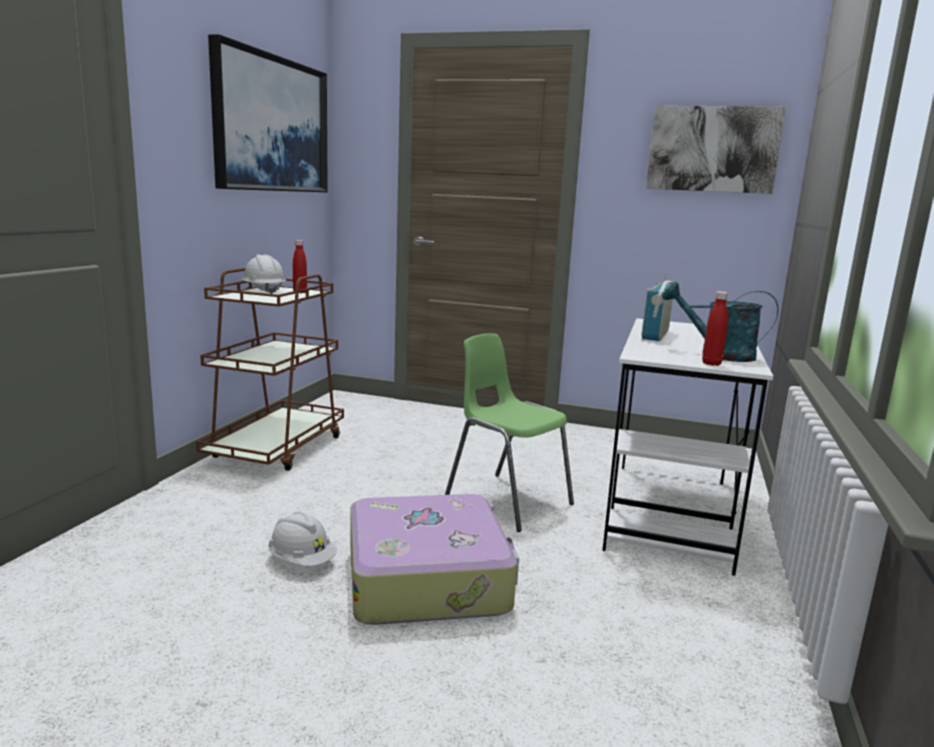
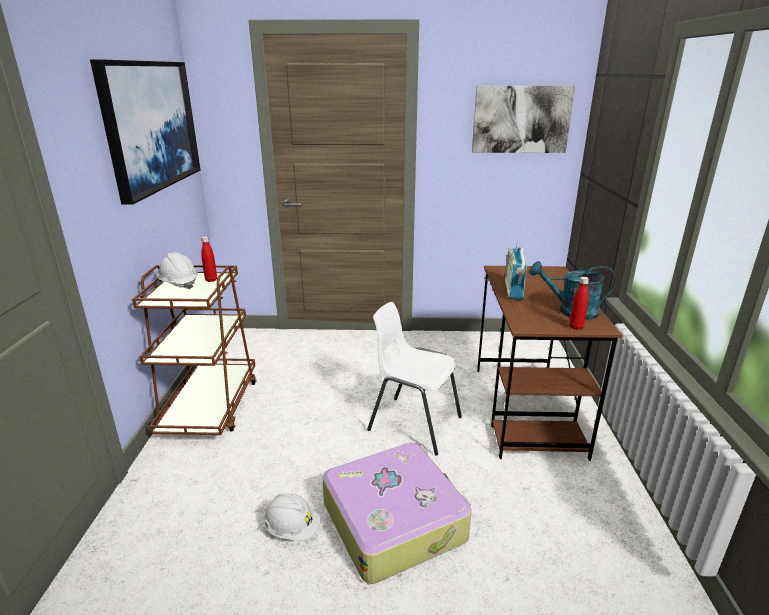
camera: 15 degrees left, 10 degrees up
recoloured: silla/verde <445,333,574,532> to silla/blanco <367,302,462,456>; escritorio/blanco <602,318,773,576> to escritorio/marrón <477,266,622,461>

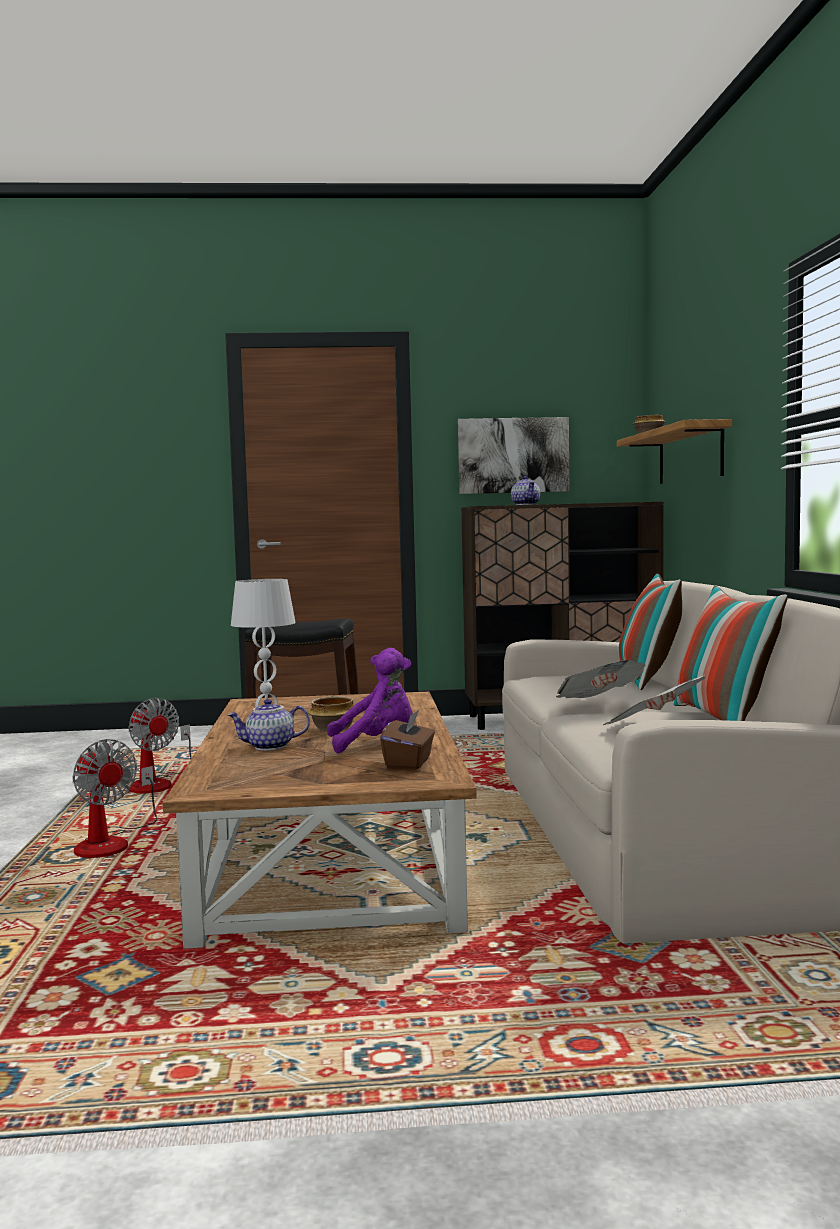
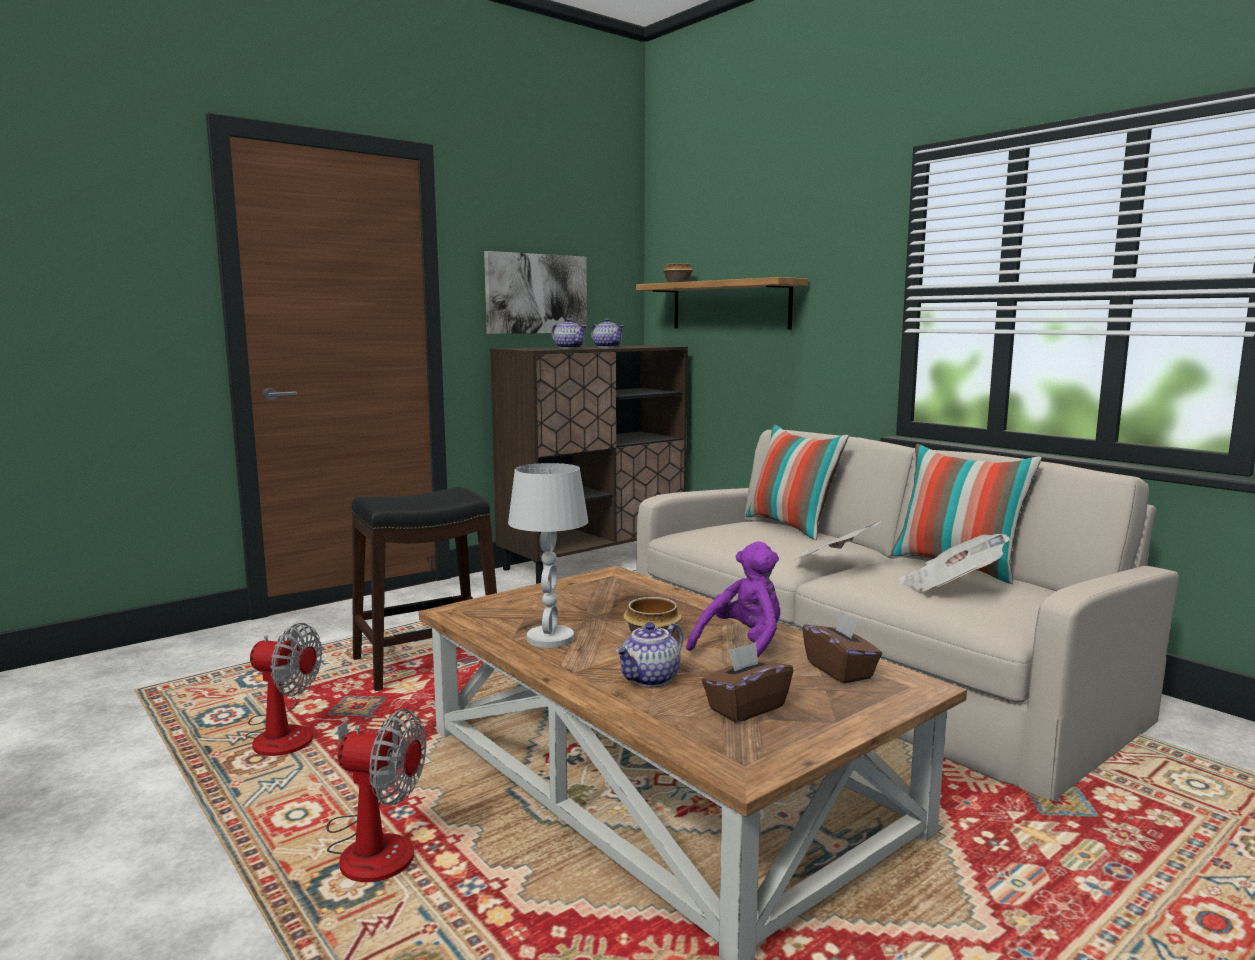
camera: 35 degrees left, 5 degrees up
added: tetera <591,319,624,348>; caja de pañuelos/marrón <701,642,794,723>

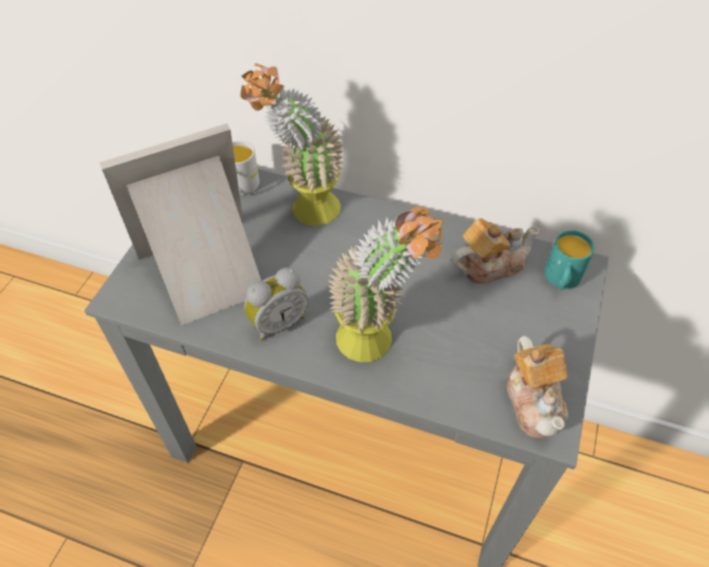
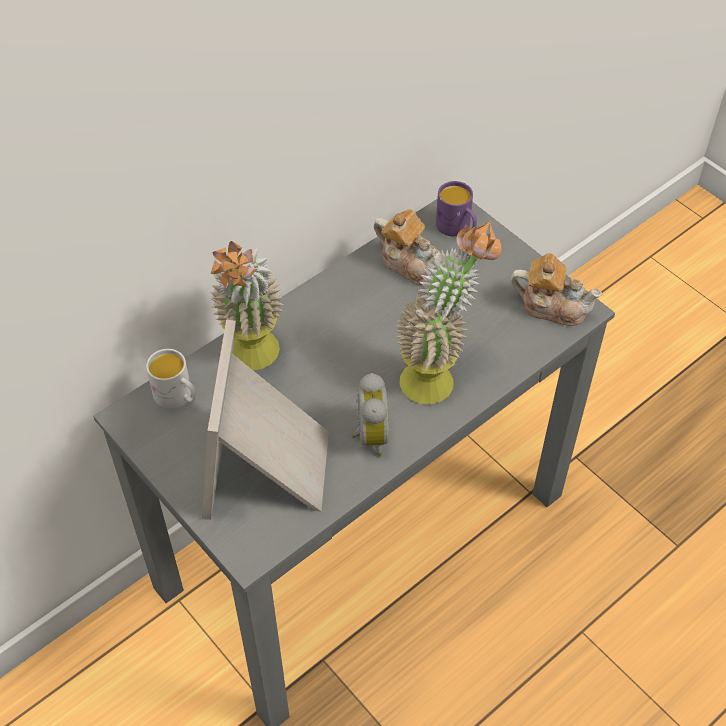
camera: 60 degrees left, 0 degrees up
recoloured: taza grande/turquesa <544,230,595,290> to taza grande/morado <436,181,477,236>
turned: tetera <452,218,540,284> = <374,209,441,285> 120 degrees clockwise

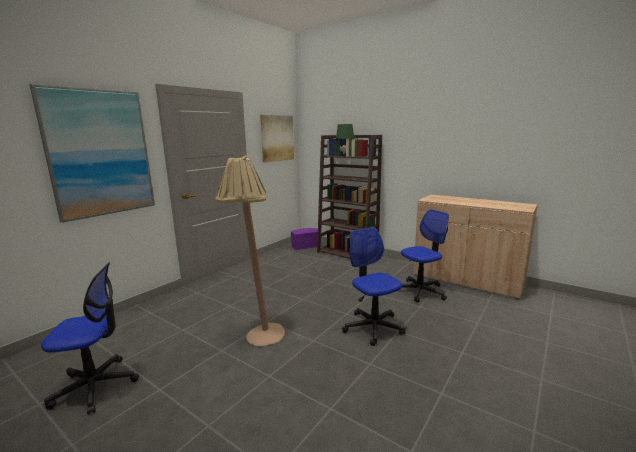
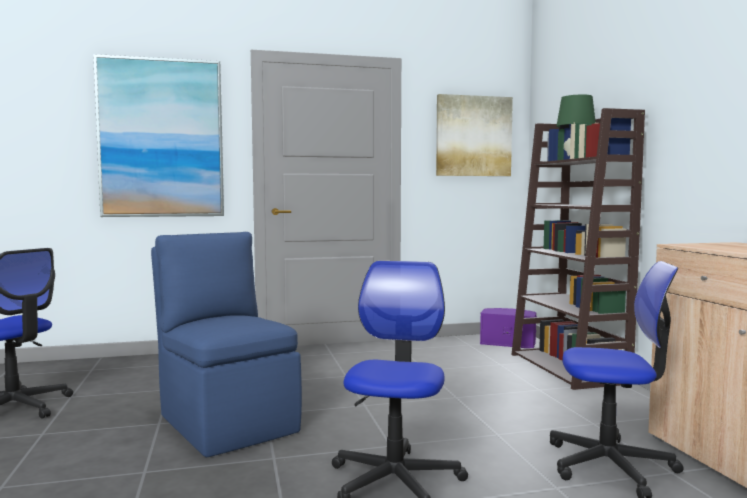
camera: 40 degrees right, 10 degrees down
replaced: lámpara de pie/beis <215,155,285,346> to silla/azul <151,232,302,457>

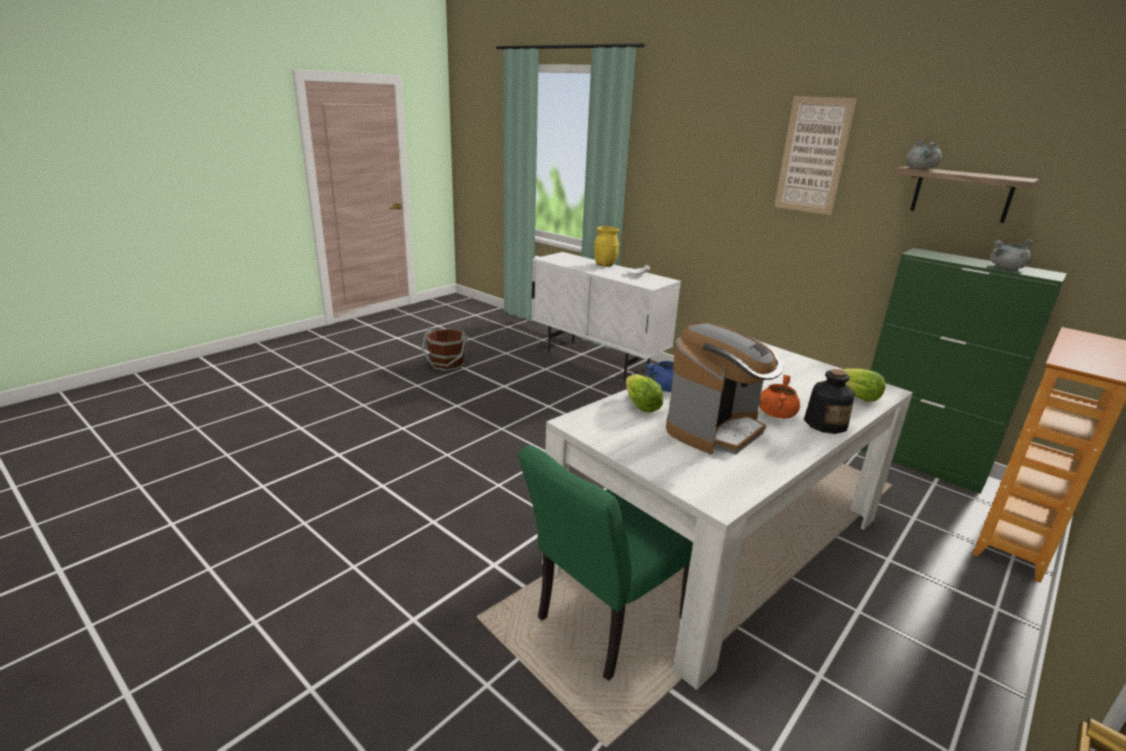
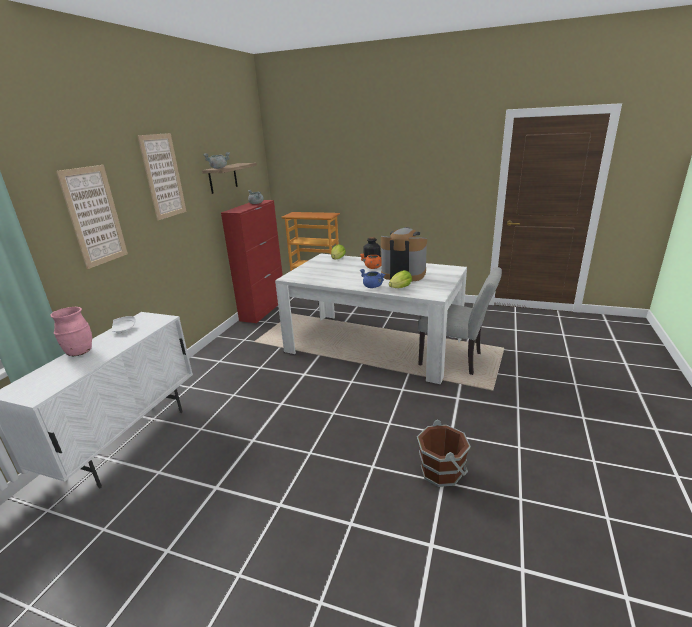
camera: 110 degrees left, 0 degrees up
added: cuadro <56,165,128,269>
moved: cubo/marrón <421,327,467,371> to <417,420,471,487>
recoloured: florero/amarillo <594,226,619,267> to florero/rosa <51,307,92,356>; armario/verde <861,248,1067,494> to armario/rojo <221,200,283,323>; silla/verde <519,445,693,681> to silla/gris <418,267,502,375>

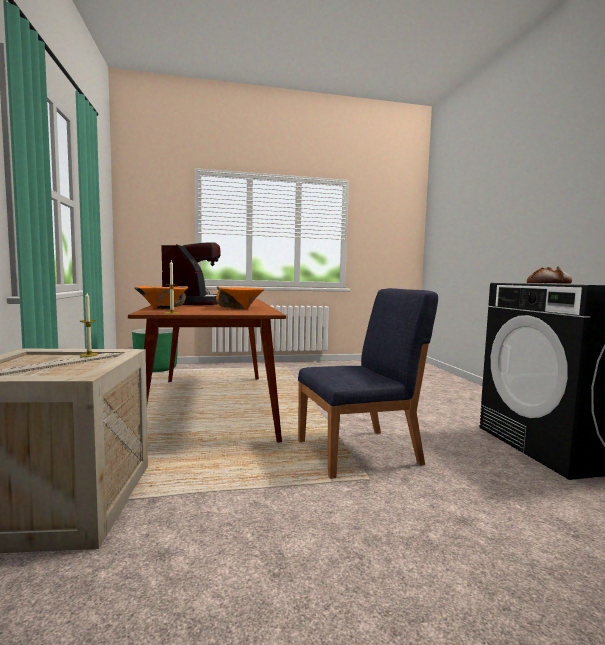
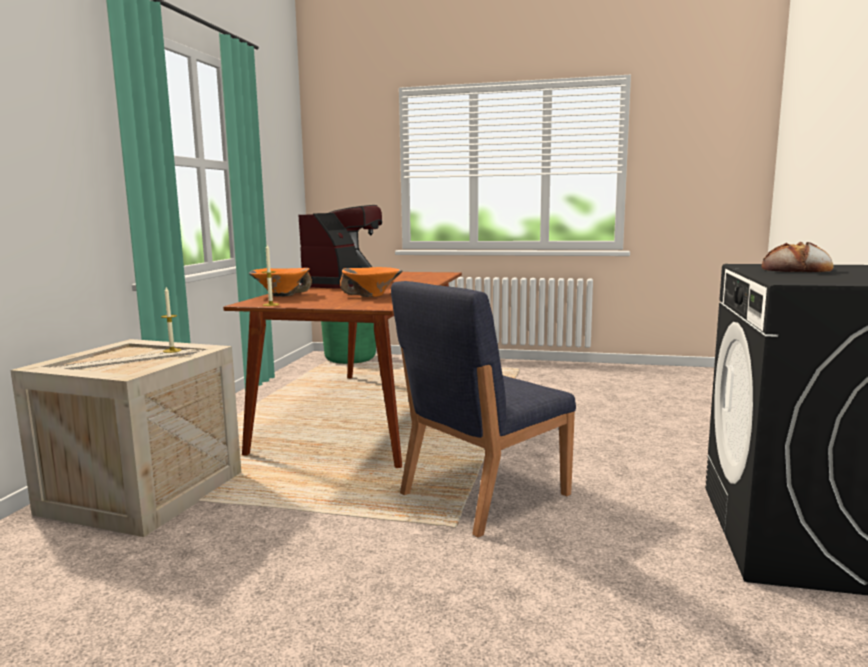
camera: 25 degrees right, 5 degrees up
turned: silla/azul <298,288,438,479> = <391,281,576,538> 135 degrees clockwise

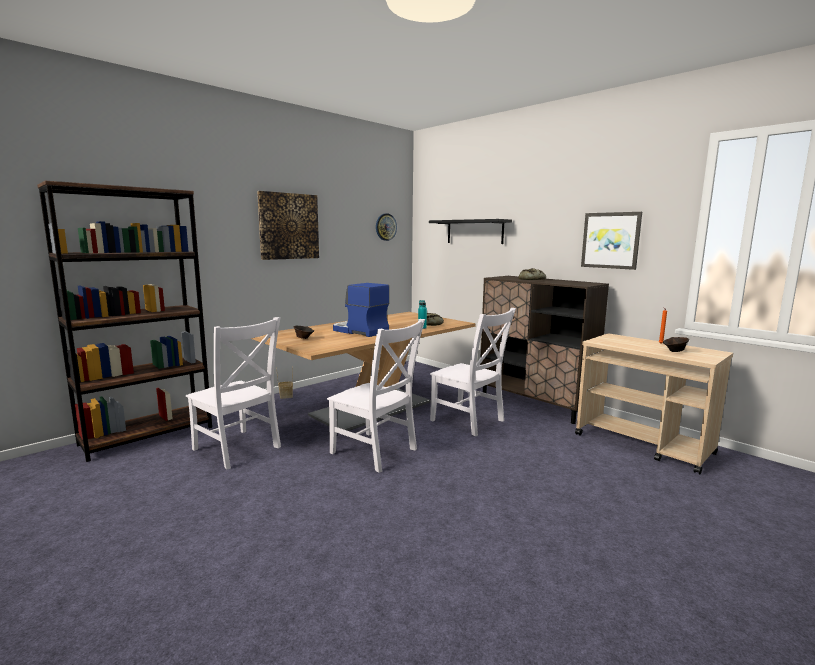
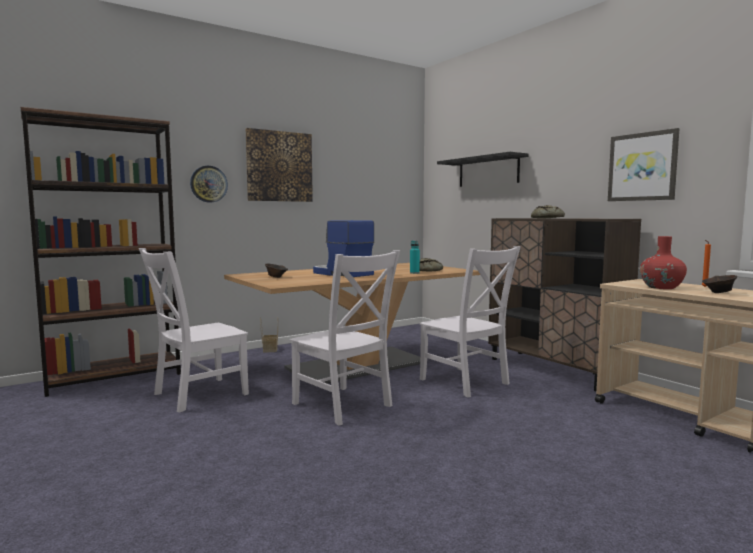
camera: 10 degrees right, 5 degrees down
added: florero/rojo <640,236,687,289>
moved: reloj de pared <376,214,397,241> to <190,166,228,203>
turned: silla/blanco <186,317,281,470> = <139,248,249,413> 90 degrees clockwise

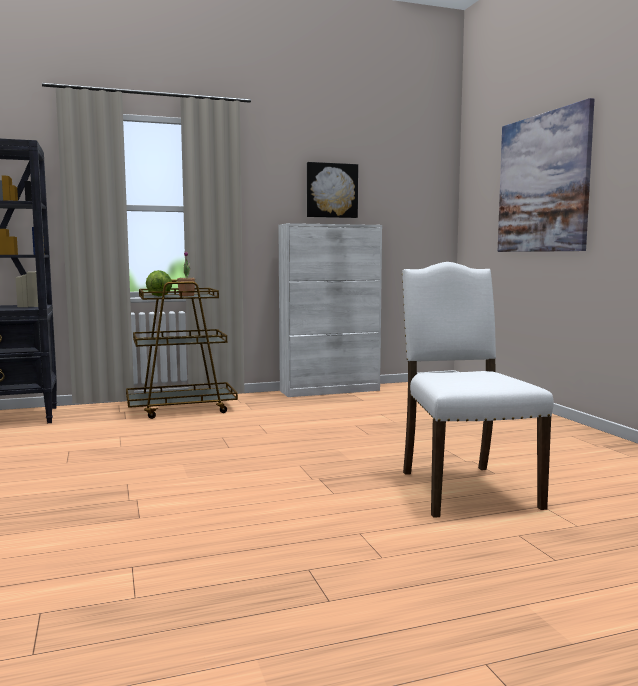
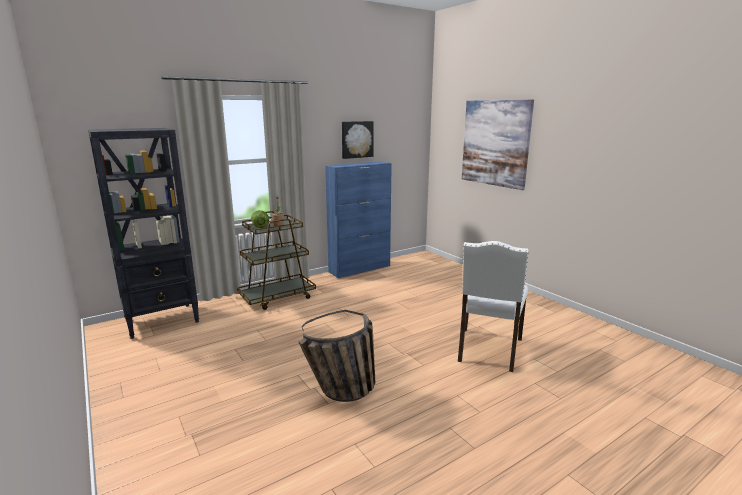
camera: 15 degrees left, 10 degrees up
added: cesta <298,310,375,402>
recoloured: armario/blanco <278,223,382,397> to armario/azul <325,161,392,278>
turned: silla/blanco <402,262,554,518> = <458,241,528,372> 135 degrees counterclockwise

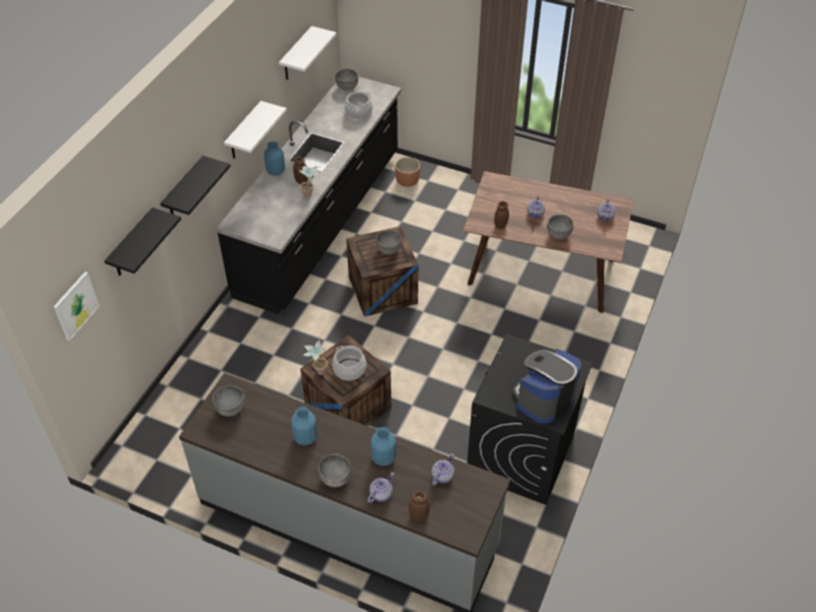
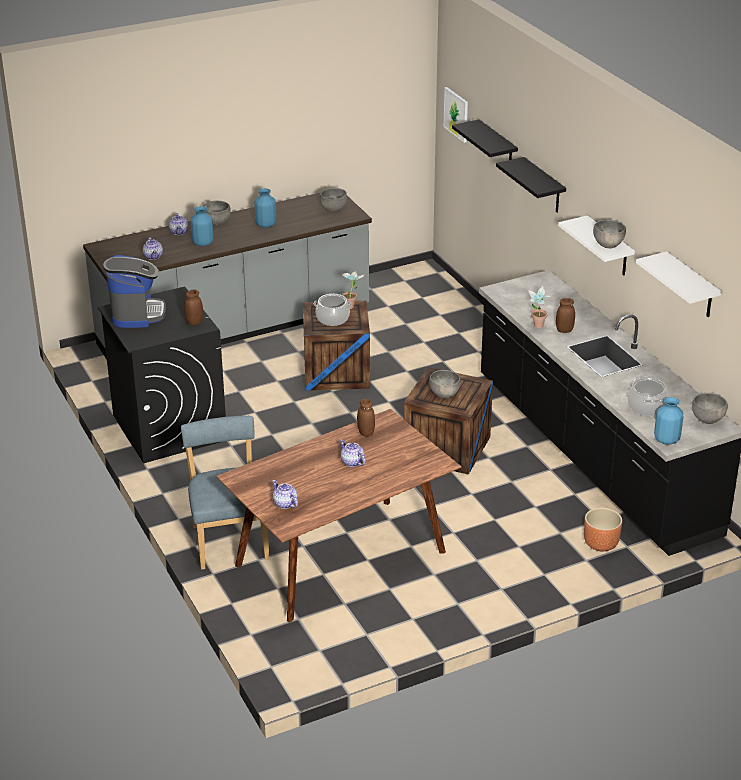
camera: 130 degrees right, 15 degrees down
added: silla/azul <181,416,269,570>
moved: tarro/marrón <409,491,430,521> to <184,289,203,325>; cuenco/gris <547,214,574,240> to <593,220,626,248>; florero/azul <264,141,285,176> to <654,397,683,445>

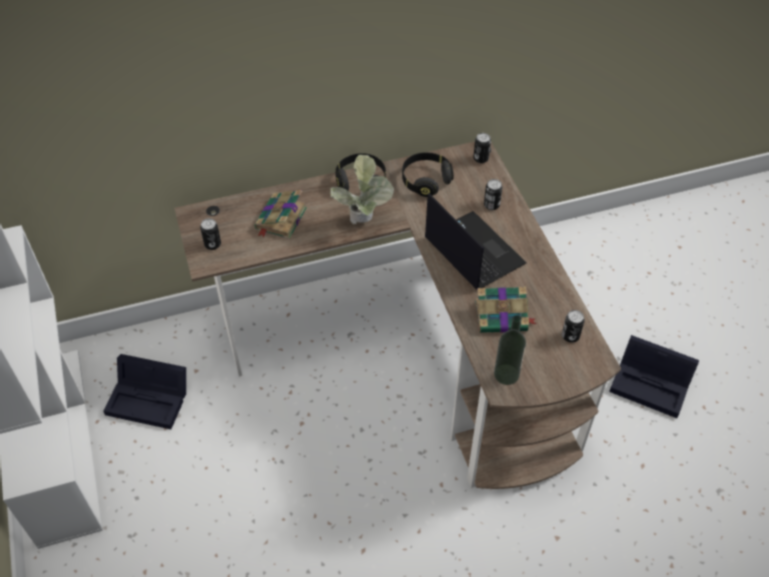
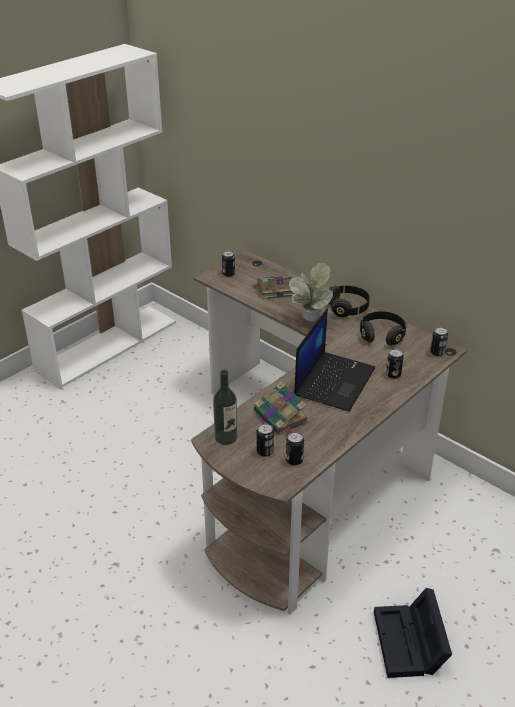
camera: 60 degrees right, 15 degrees down
removed: caja de almacenaje/negro <103,354,186,429>
added: lata <256,423,274,457>

